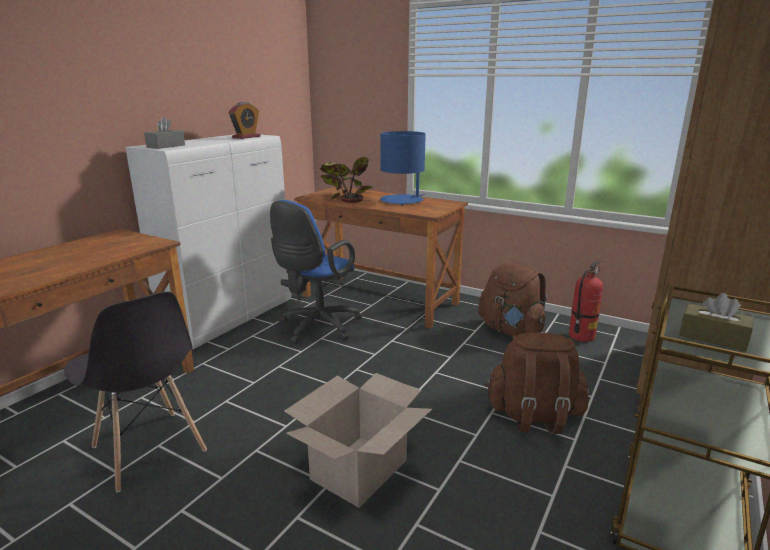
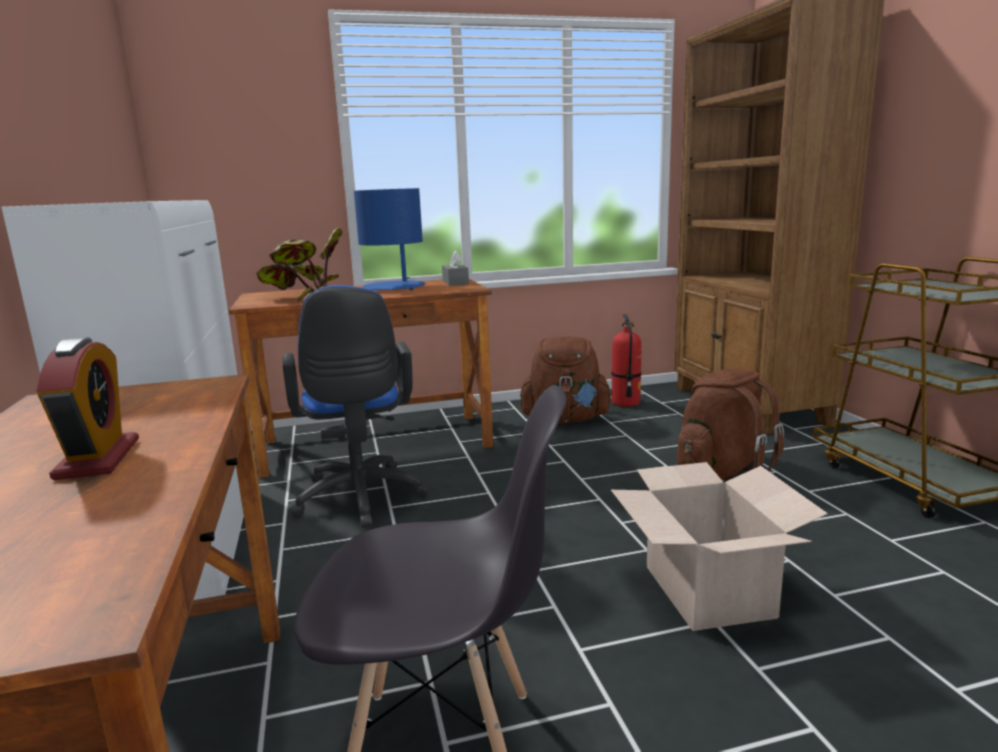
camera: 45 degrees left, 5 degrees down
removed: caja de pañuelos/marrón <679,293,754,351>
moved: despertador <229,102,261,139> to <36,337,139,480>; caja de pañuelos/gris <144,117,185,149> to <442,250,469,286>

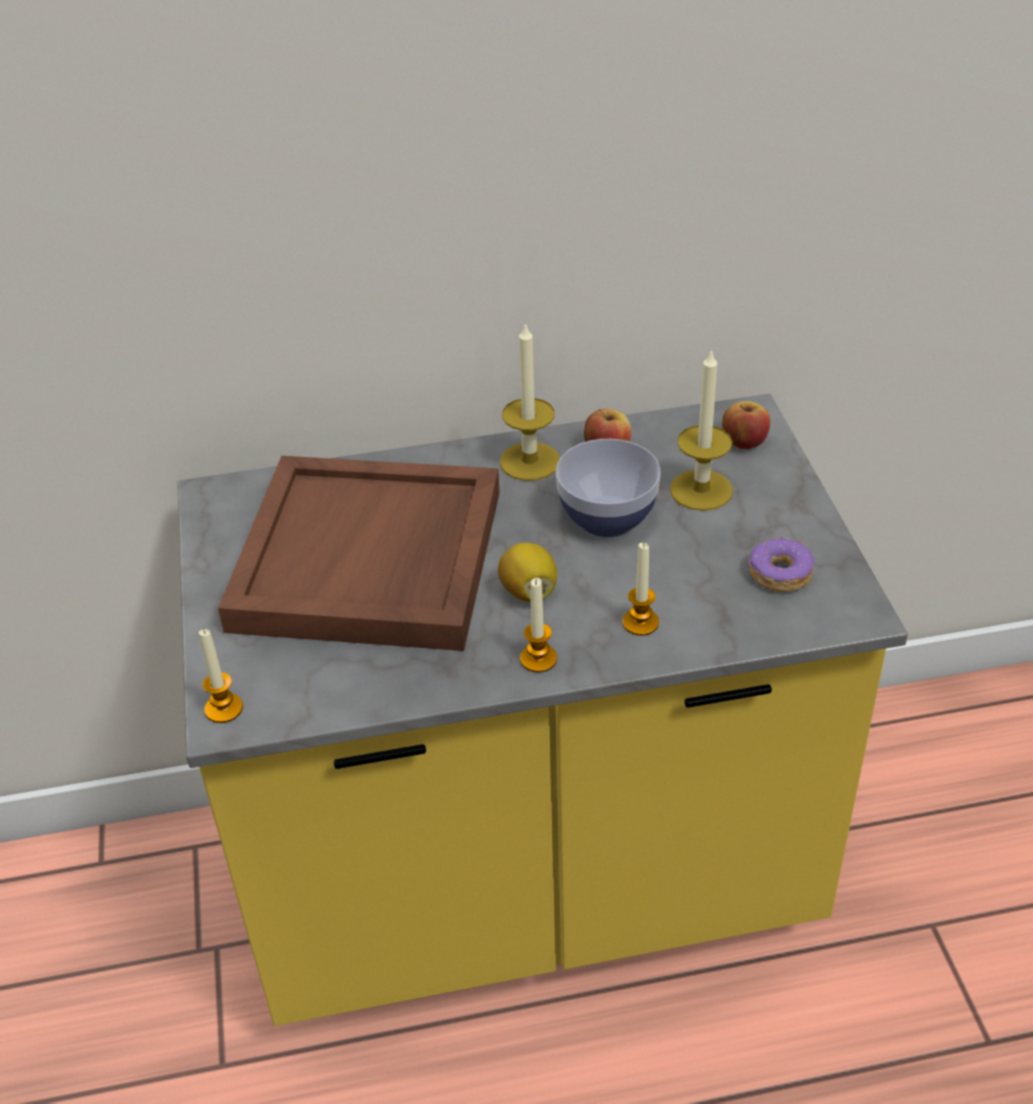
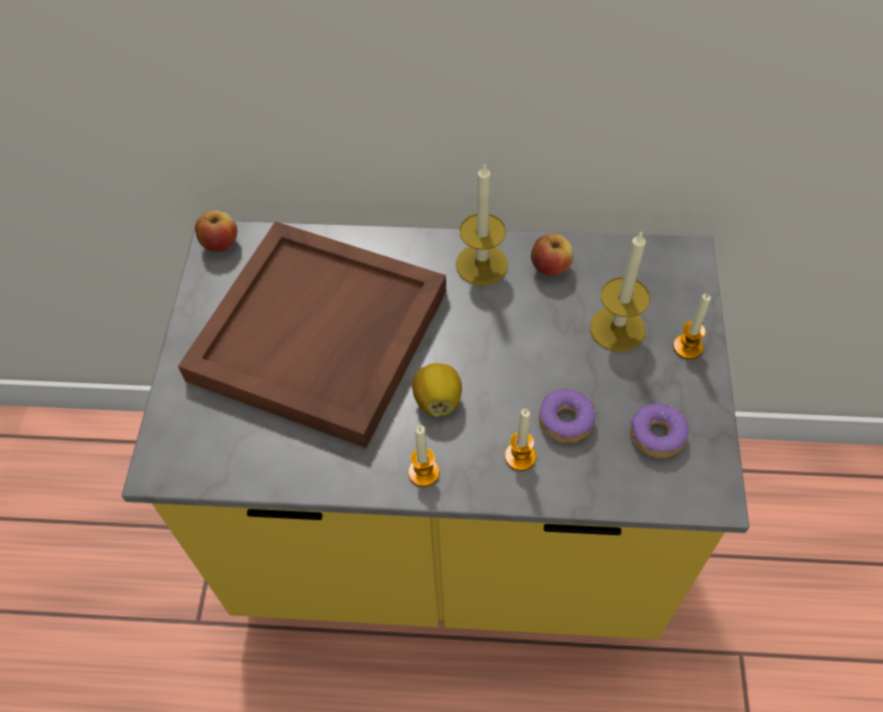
camera: 15 degrees right, 15 degrees up
removed: cuenco <556,439,661,537>
added: rosquilla <539,389,596,443>
moved: manzana <722,401,770,449> to <195,210,237,252>; vela <199,629,243,723> to <673,294,711,359>

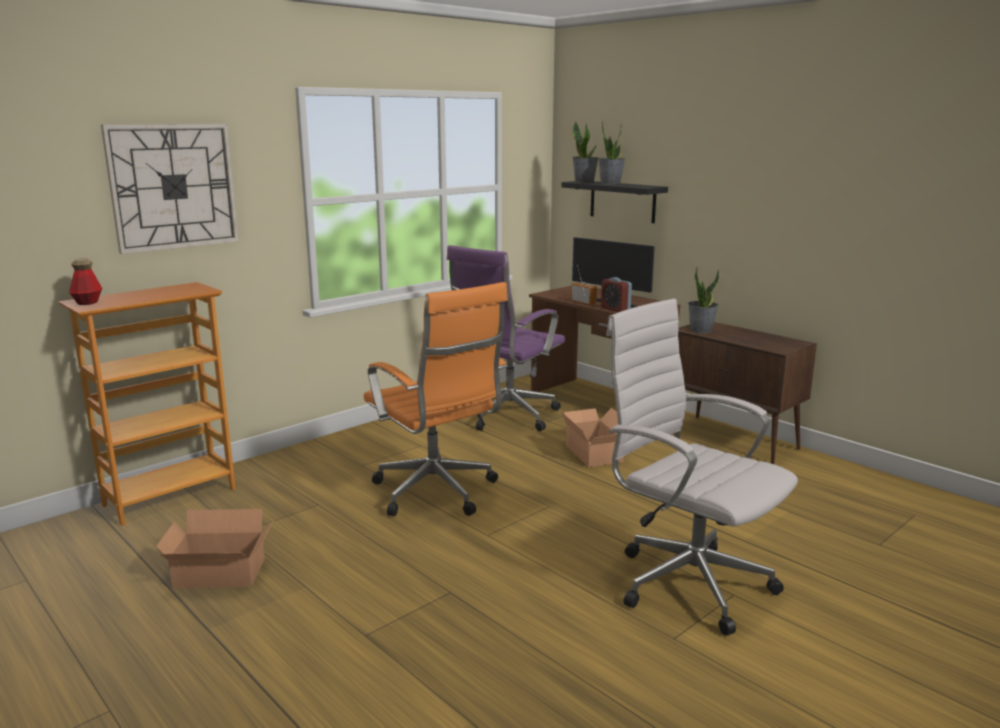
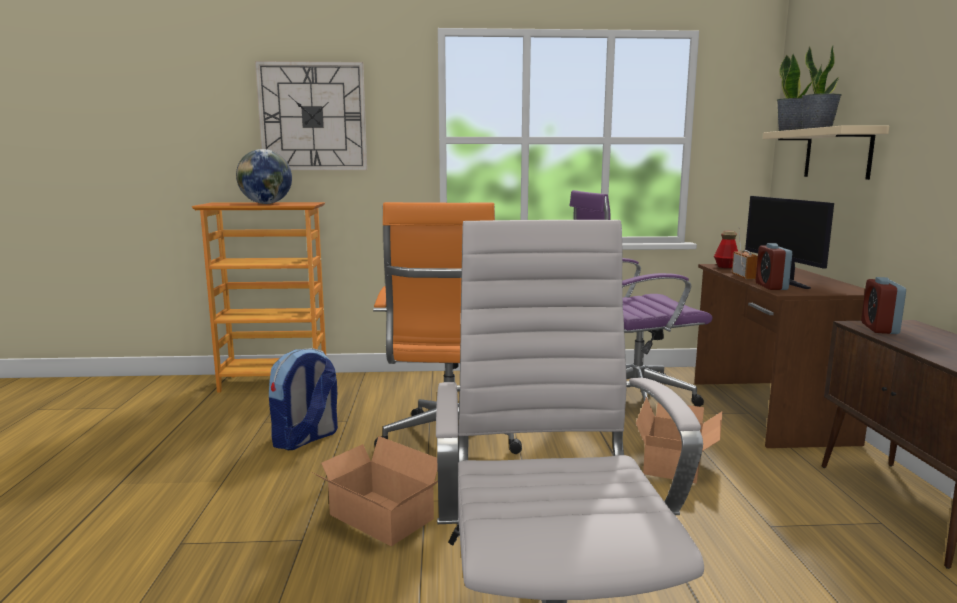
camera: 40 degrees right, 5 degrees down
added: globo terráqueo <236,149,292,204>; mochila <269,348,338,450>
moved: caja de cartón <156,509,273,588> to <312,436,438,546>; botella <69,258,102,305> to <714,231,738,268>
replaced: planta en maceta <688,268,719,333> to despertador <861,277,906,334>
recoloured: estante/negro <561,181,668,223> to estante/beis <763,125,889,180>

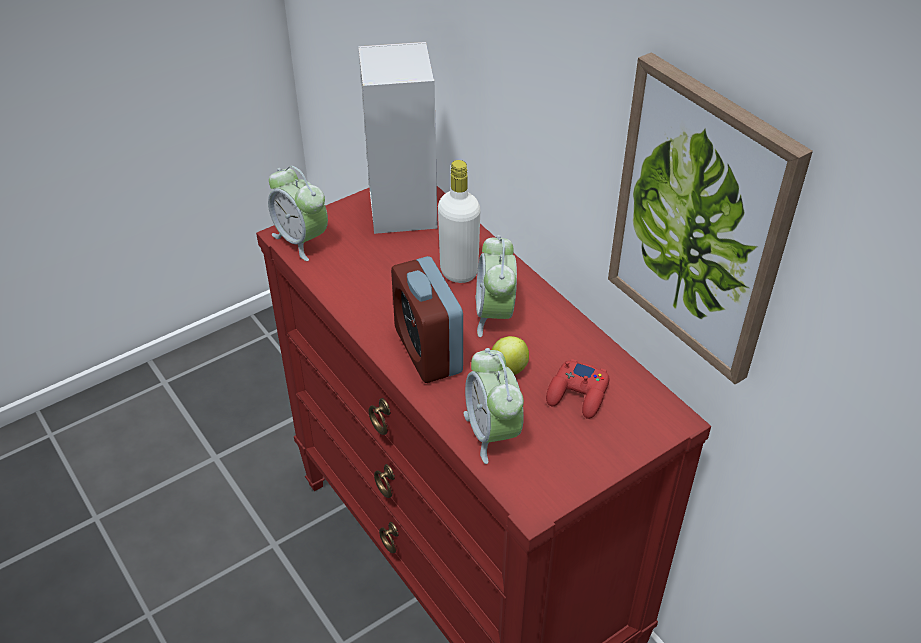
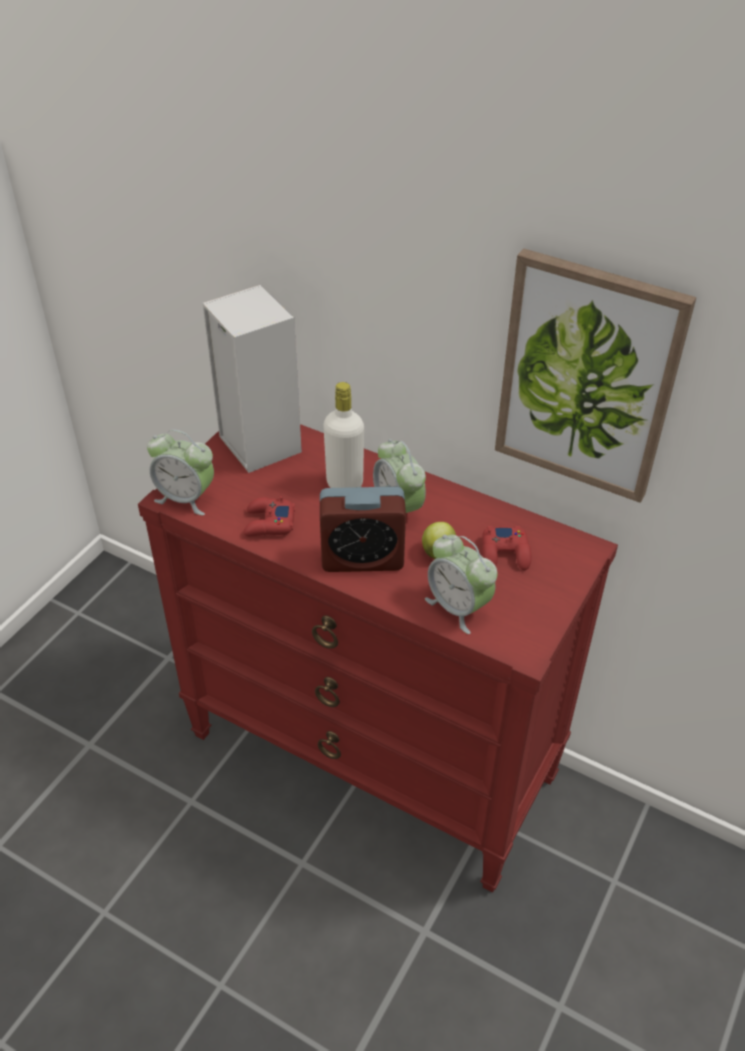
camera: 25 degrees left, 0 degrees up
added: mando de consola/rojo <243,496,295,536>
turned: despertador <391,256,463,383> = <320,487,406,572> 45 degrees counterclockwise

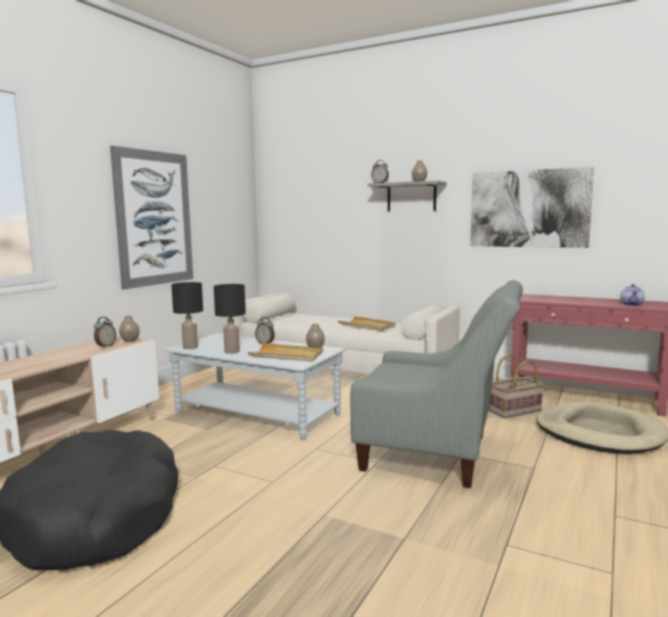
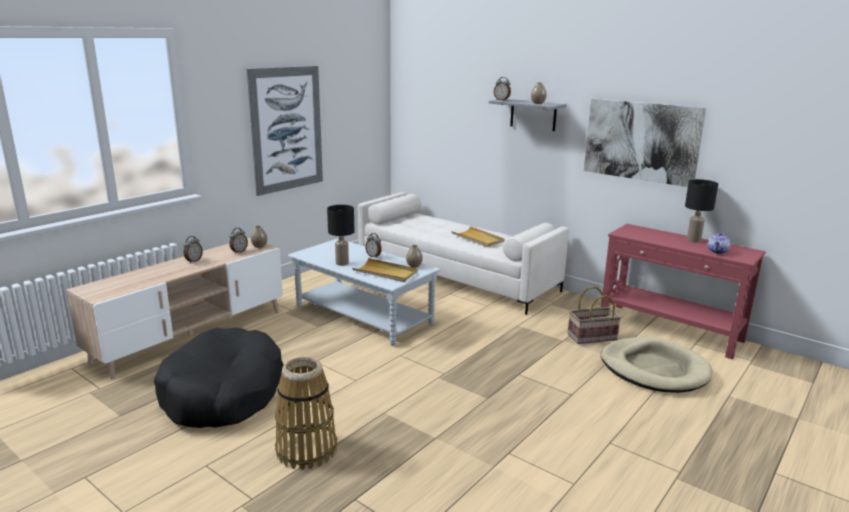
camera: 10 degrees right, 10 degrees up
removed: sillón/gris <350,280,523,488>
added: despertador <183,236,203,263>; cesta <275,357,337,470>
moved: lámpara de mesa/negro <171,282,203,349> to <685,179,718,242>

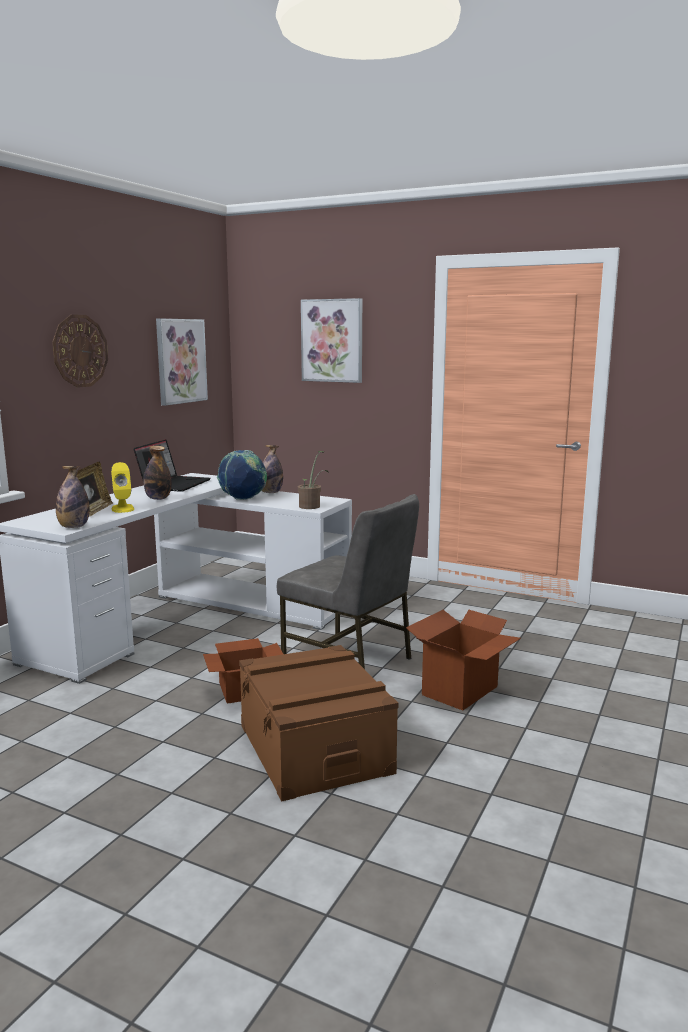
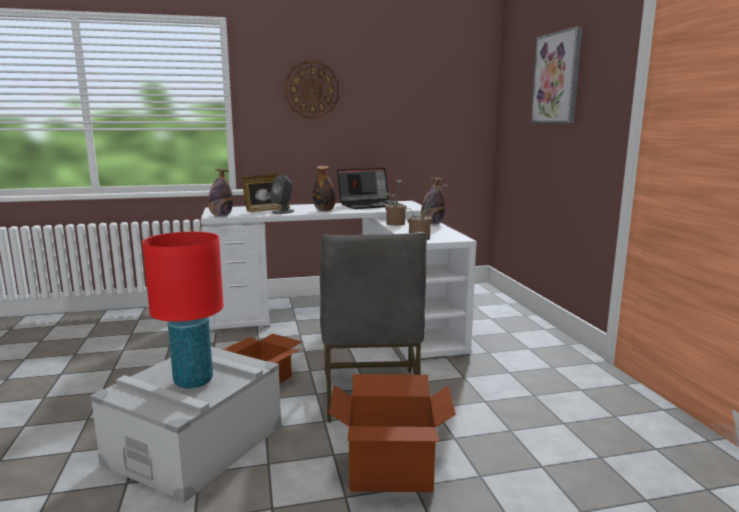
camera: 50 degrees right, 0 degrees up
removed: cuadro <156,319,208,406>
added: lámpara de mesa/rojo <142,232,223,389>
replaced: globo terráqueo <217,450,267,500> to planta en maceta <385,180,406,226>
recoloured: caja de almacenaje/marrón <239,645,399,802> to caja de almacenaje/gris <90,347,282,503>; altavoz/amarillo <111,462,134,513> to altavoz/gris <270,174,294,214>

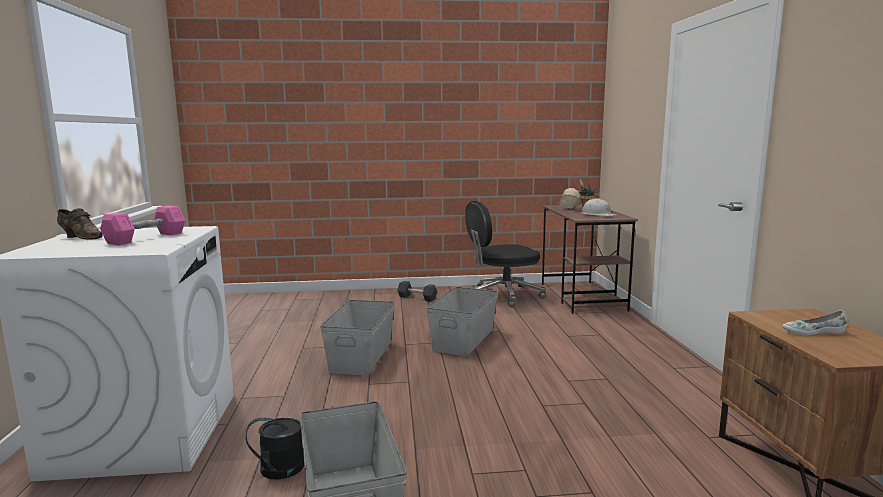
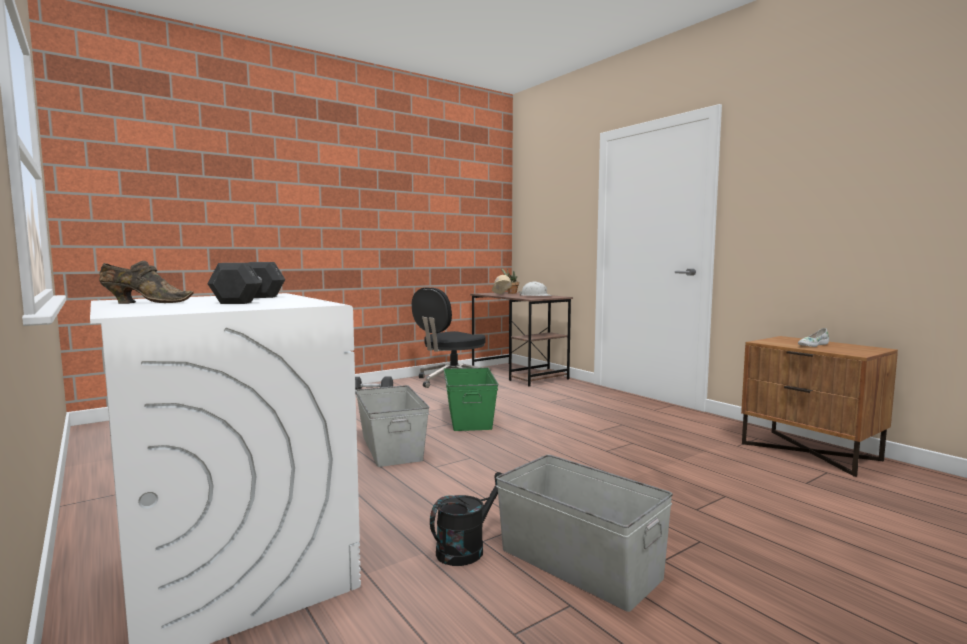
camera: 30 degrees left, 5 degrees down
recoloured: mancuerna/rosa <100,206,186,245> to mancuerna/gris <207,262,285,304>; caja de almacenaje/gris <426,287,498,357> to caja de almacenaje/verde <444,367,498,431>

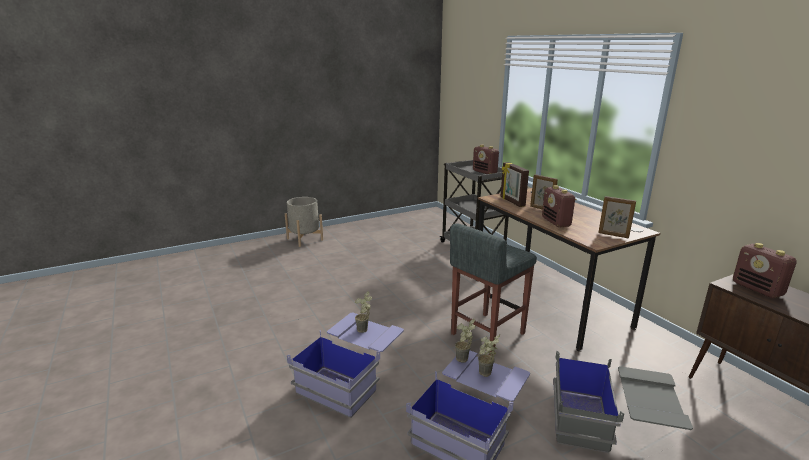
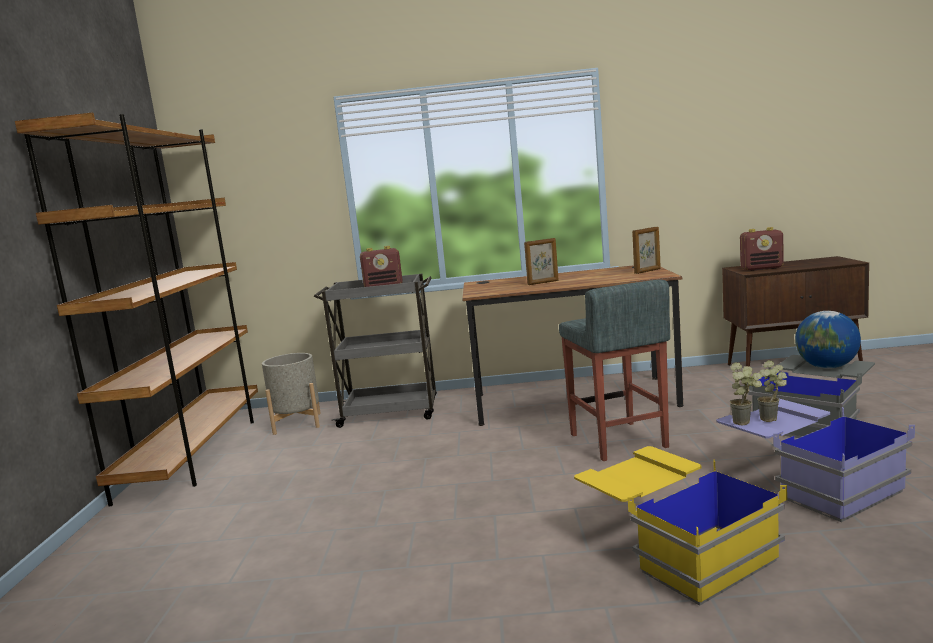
camera: 60 degrees left, 10 degrees down
removed: planta en maceta <355,291,372,333>; portarretratos <500,162,529,207>; radio <542,185,577,227>
added: estantería/marrón <15,113,258,507>; globo terráqueo <795,311,861,369>
moved: maceta/gris <285,197,323,247> to <262,353,321,435>
recoloured: caja de almacenaje/azul <287,312,404,418> to caja de almacenaje/amarillo <574,446,787,606>

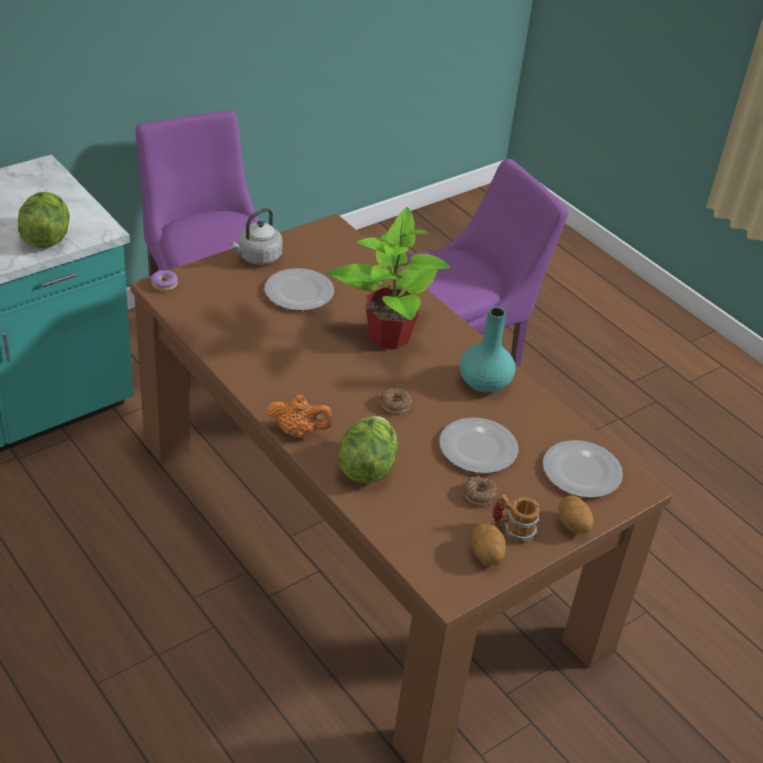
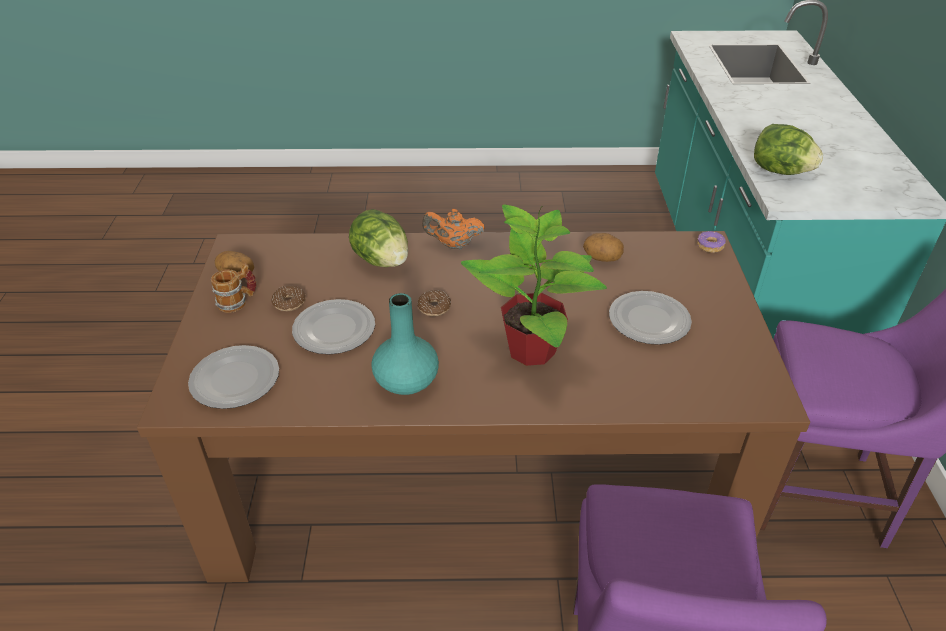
camera: 130 degrees right, 0 degrees up
removed: hervidor/gris <231,208,283,265>
moved: patata <558,496,594,534> to <583,233,624,262>
turned: tetera/naranja <267,395,334,437> = <422,209,485,249> 45 degrees clockwise

